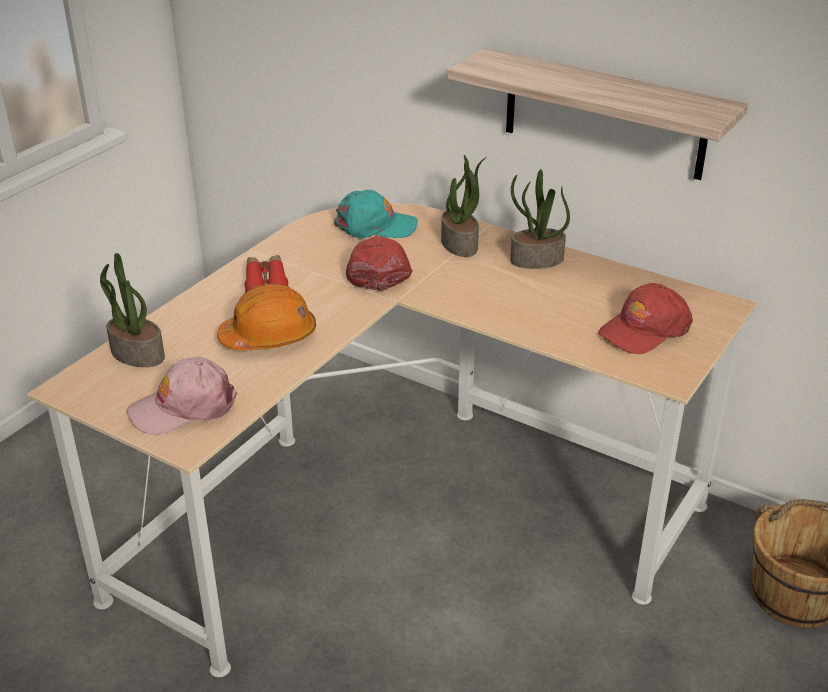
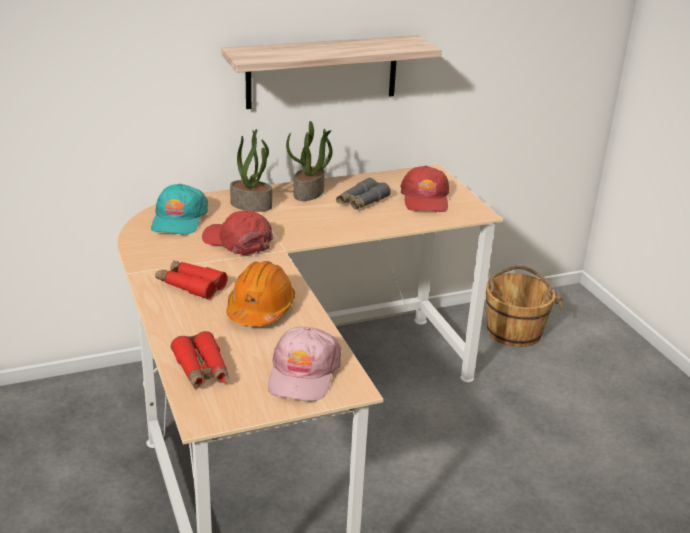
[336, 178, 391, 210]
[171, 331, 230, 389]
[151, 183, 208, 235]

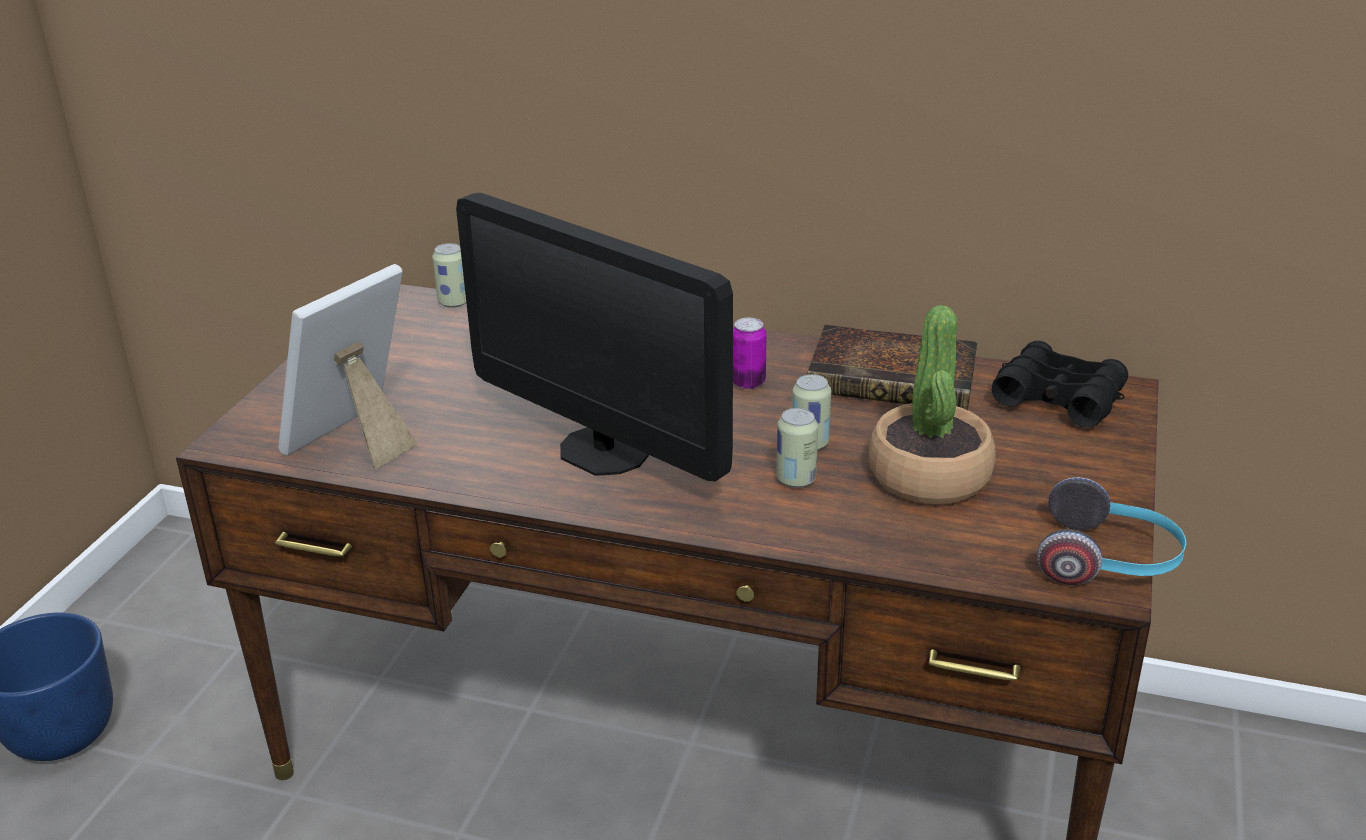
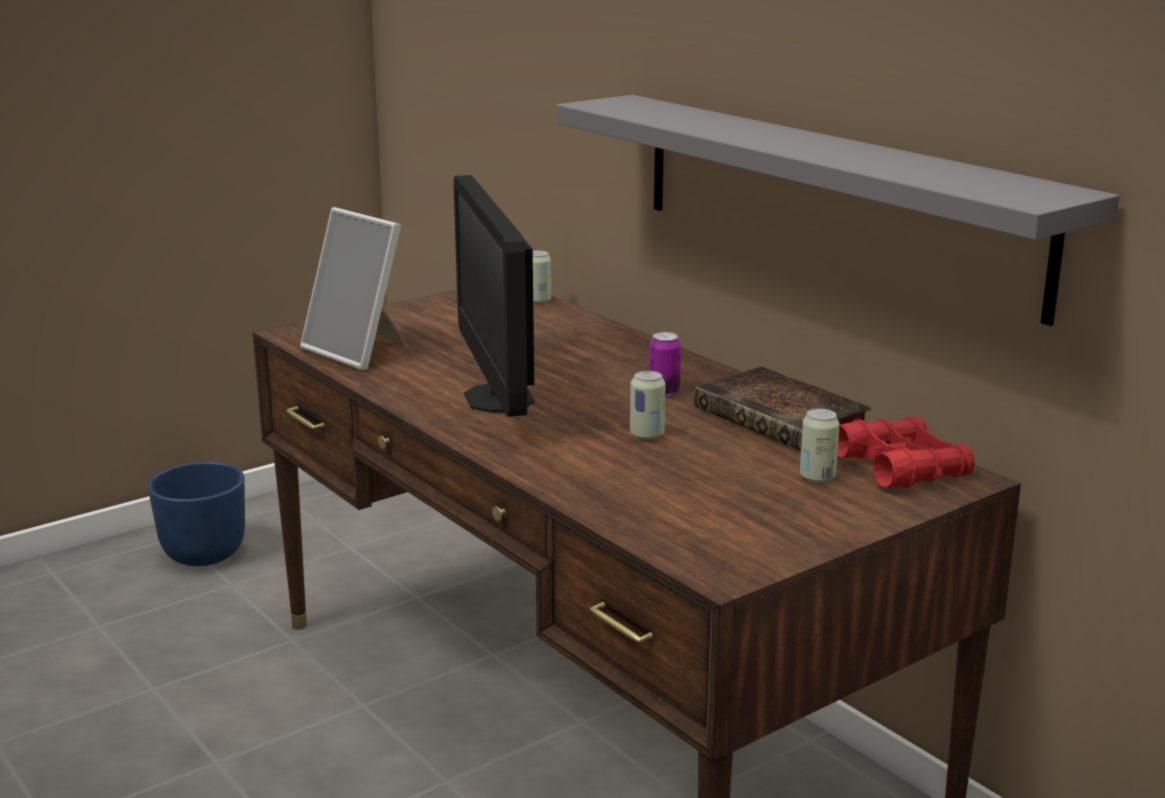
[868, 305, 996, 504] (first image)
[1037, 477, 1187, 585] (first image)
[556, 95, 1119, 326]
[800, 408, 840, 483]
[837, 416, 975, 488]
[300, 207, 407, 370]

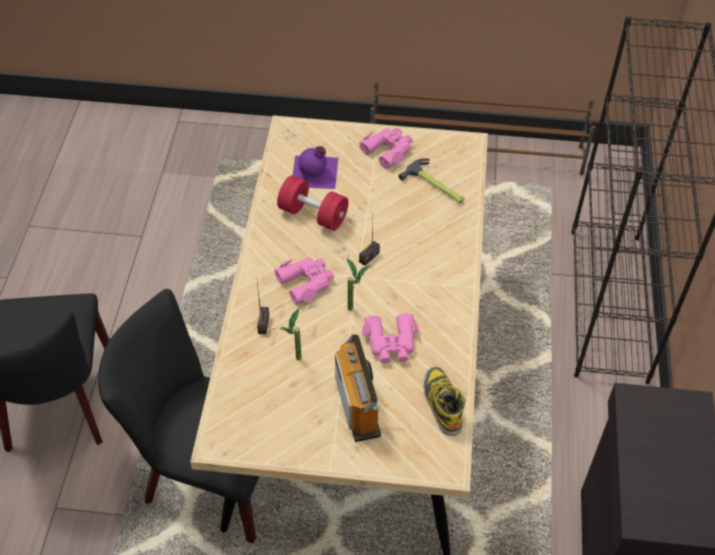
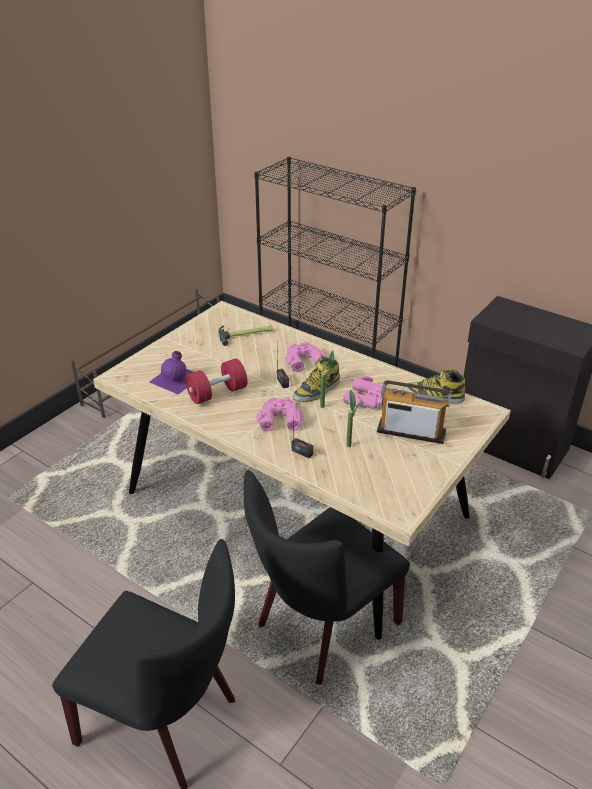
[293, 357, 340, 402]
[285, 342, 327, 372]

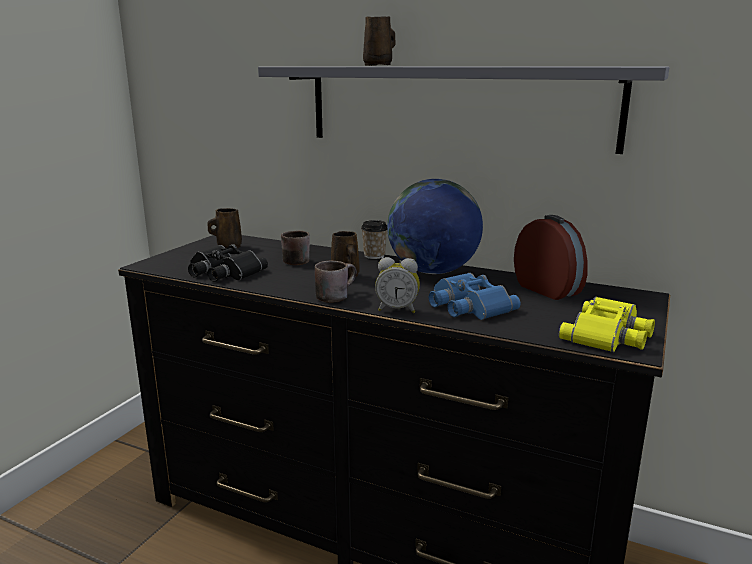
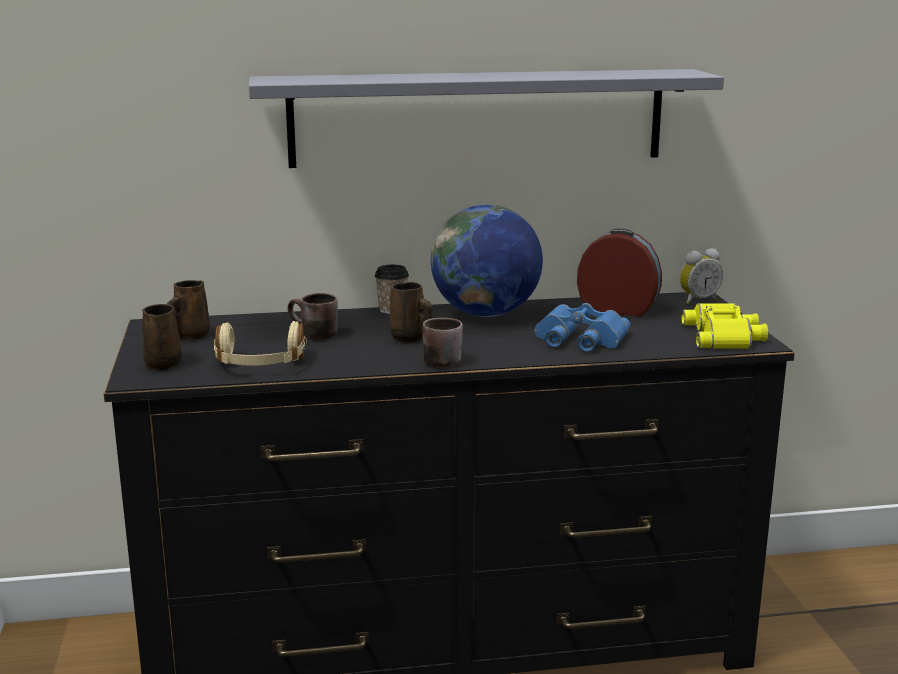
[142, 304, 182, 370]
[680, 248, 723, 304]
[214, 321, 307, 366]

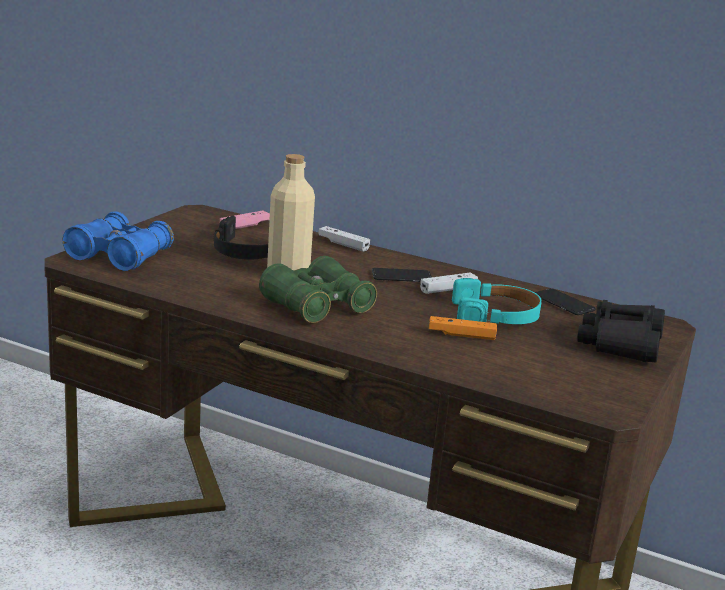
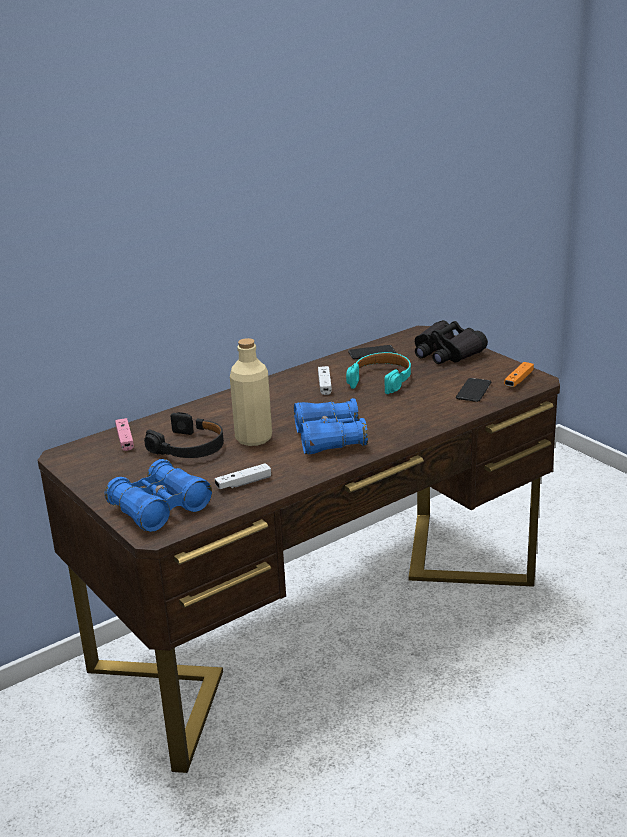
[215, 463, 271, 489]
[456, 378, 491, 402]
[504, 362, 534, 387]
[294, 398, 368, 455]

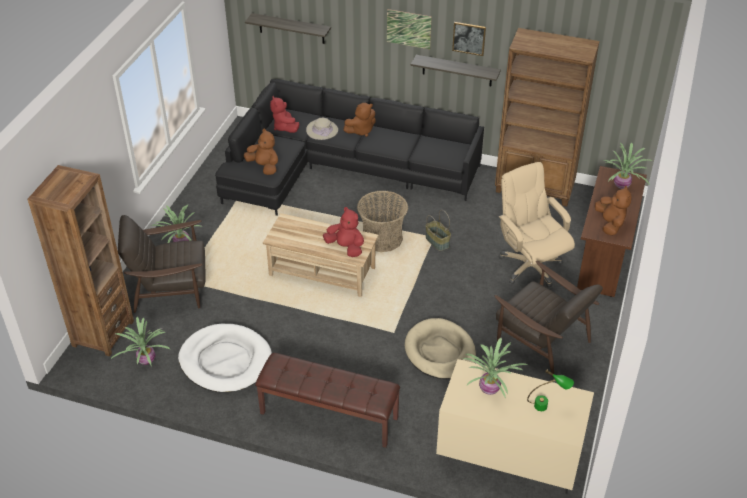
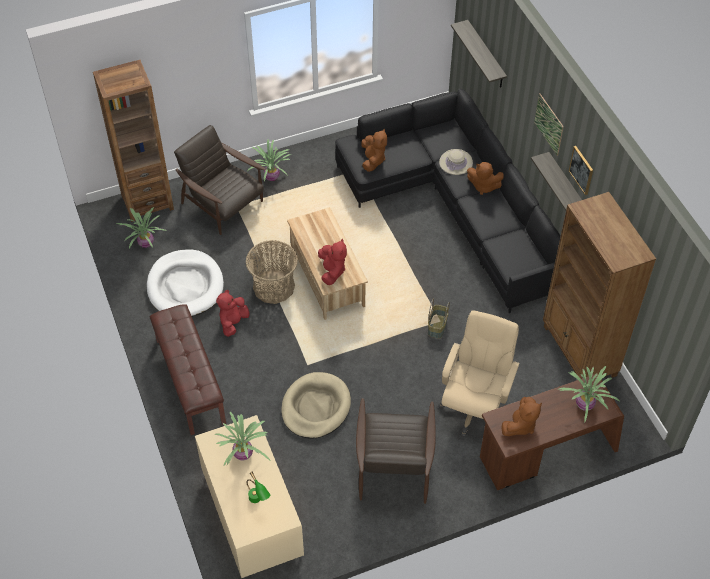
[216, 290, 249, 337]
[245, 240, 298, 304]

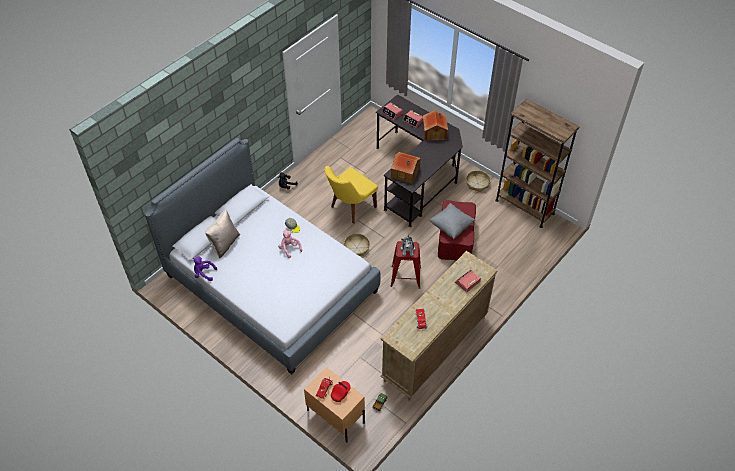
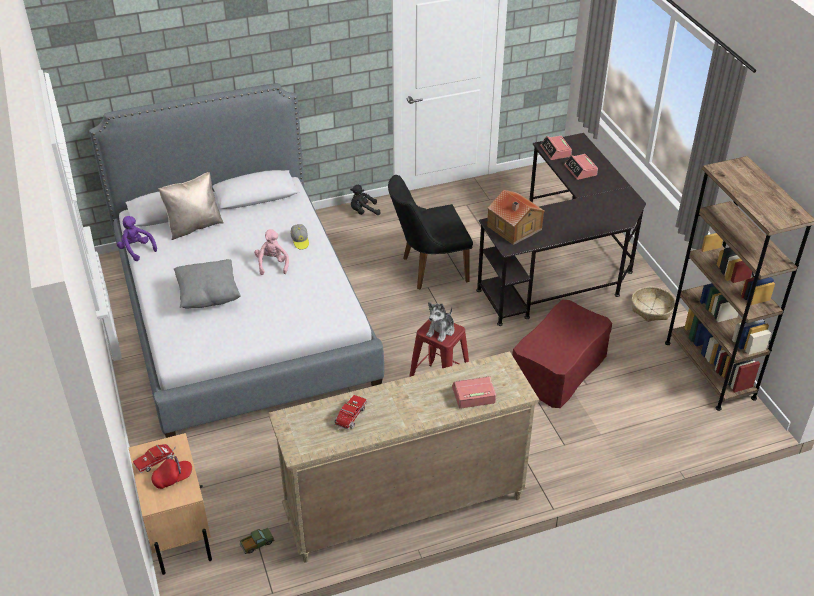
[344, 233, 370, 256] (first image)
[423, 110, 448, 141] (first image)
[174, 259, 241, 308]
[388, 175, 473, 290]

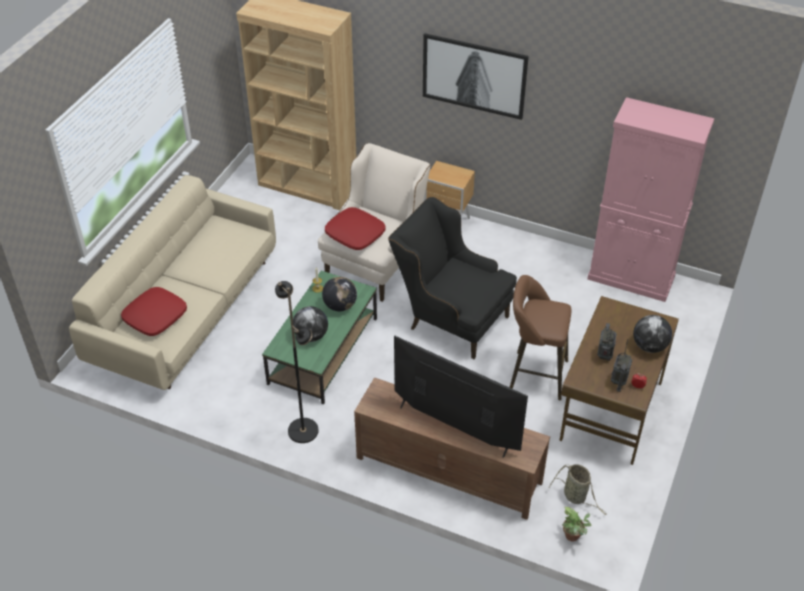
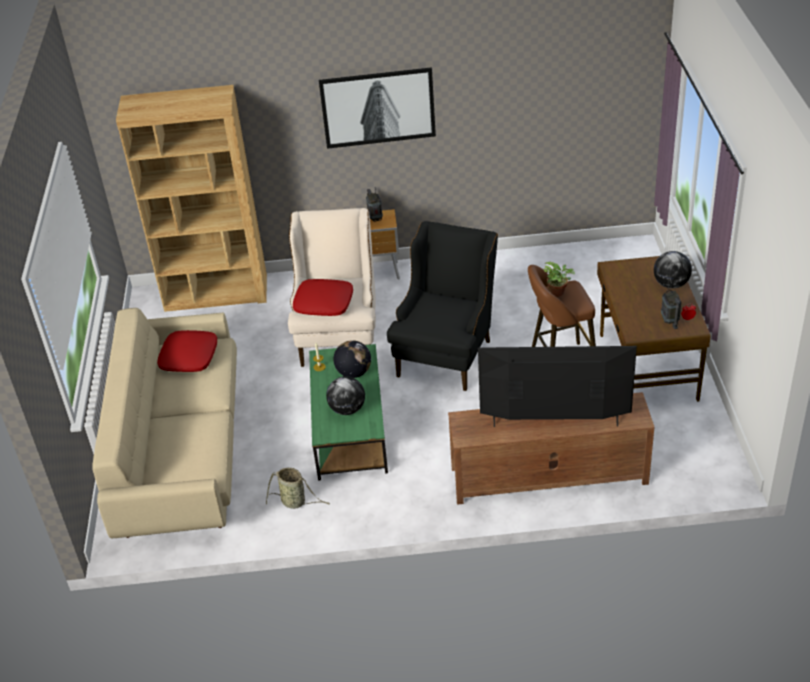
[275, 281, 319, 443] (first image)
[587, 97, 714, 302] (first image)
[157, 330, 217, 372]
[266, 468, 330, 509]
[543, 262, 575, 297]
[366, 188, 383, 222]
[387, 221, 498, 391]

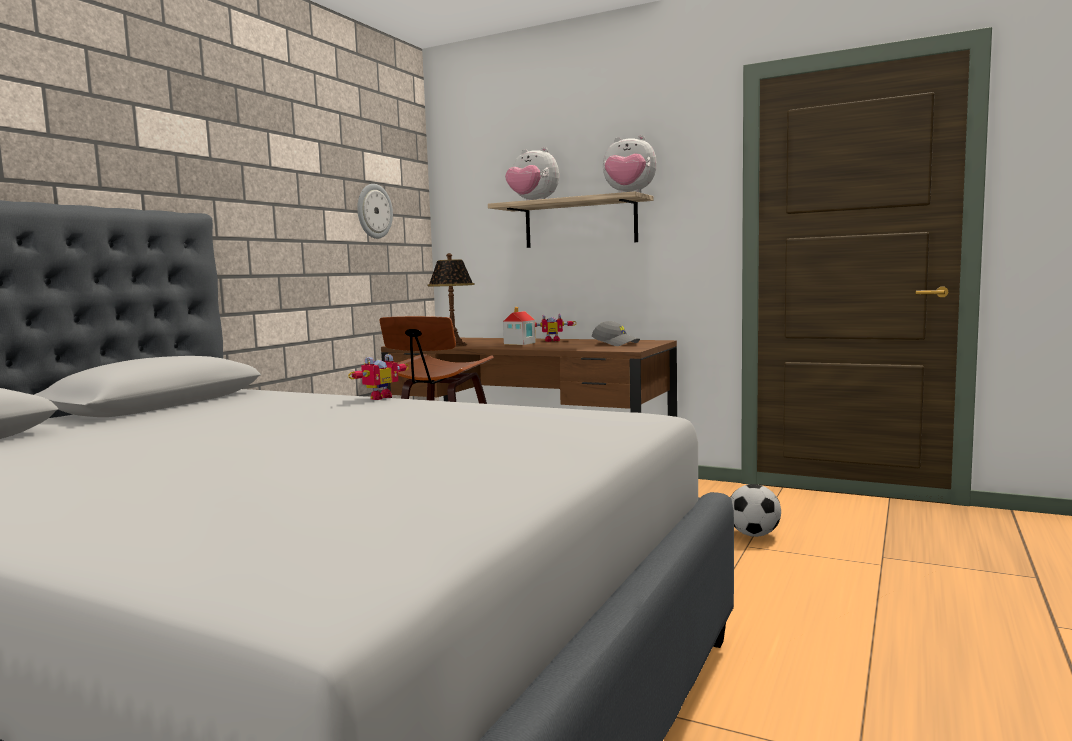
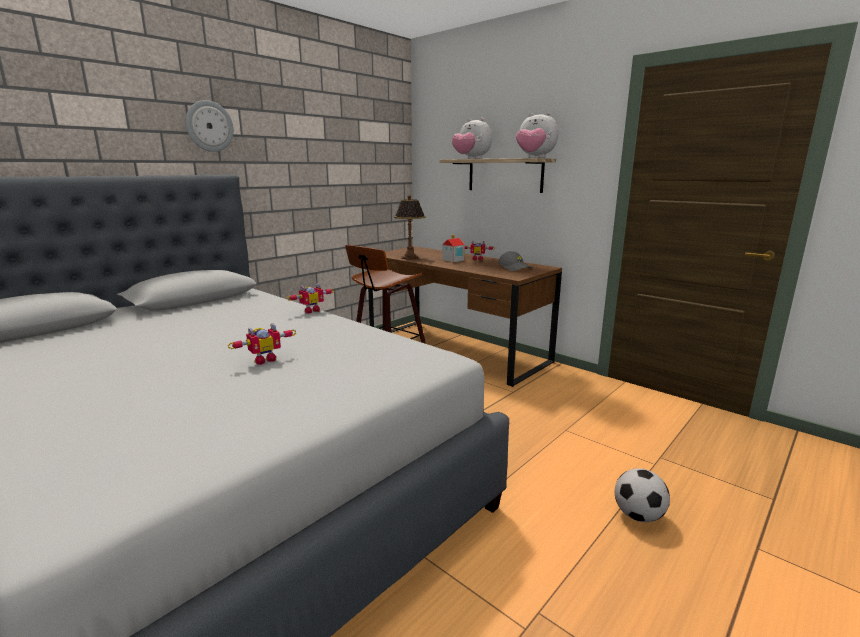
[228, 323, 296, 365]
[185, 100, 234, 152]
[615, 468, 670, 522]

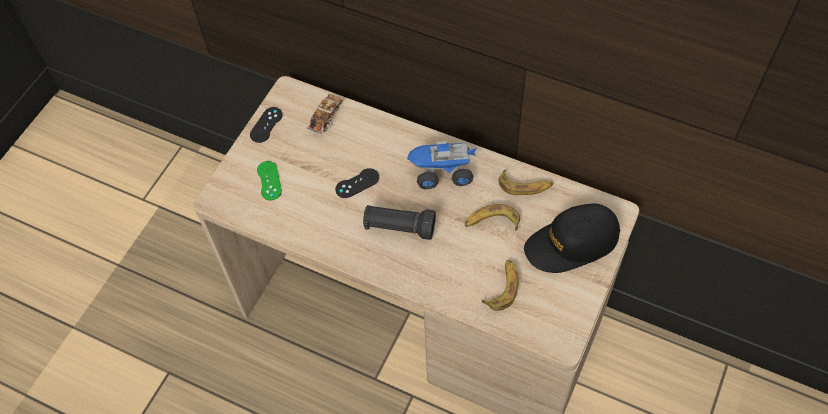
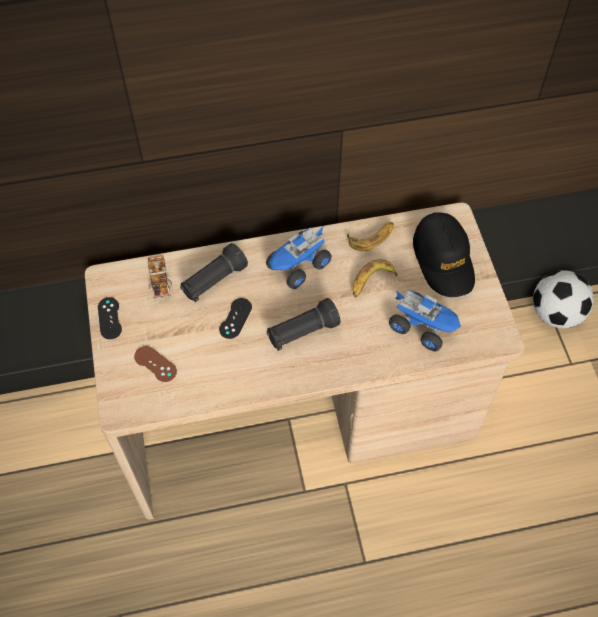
[180, 243, 248, 302]
[533, 270, 594, 328]
[389, 290, 461, 352]
[134, 346, 177, 382]
[413, 212, 475, 297]

